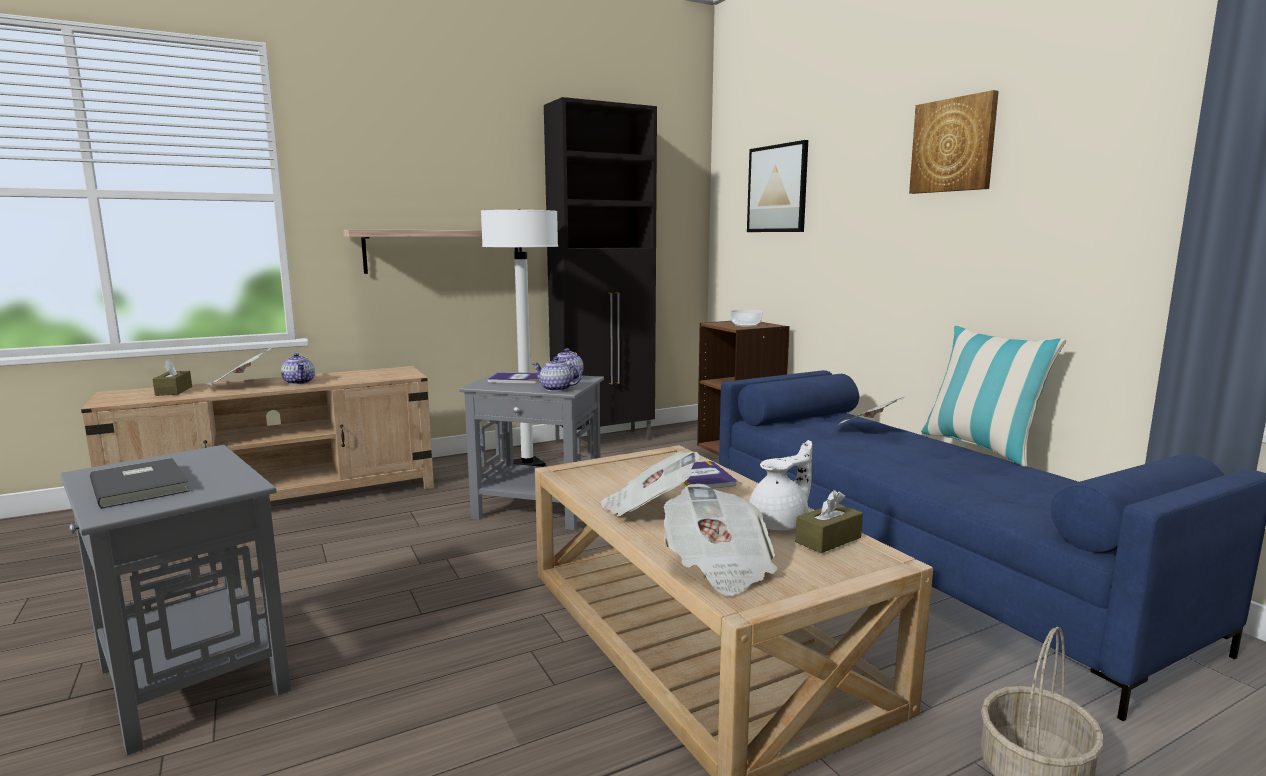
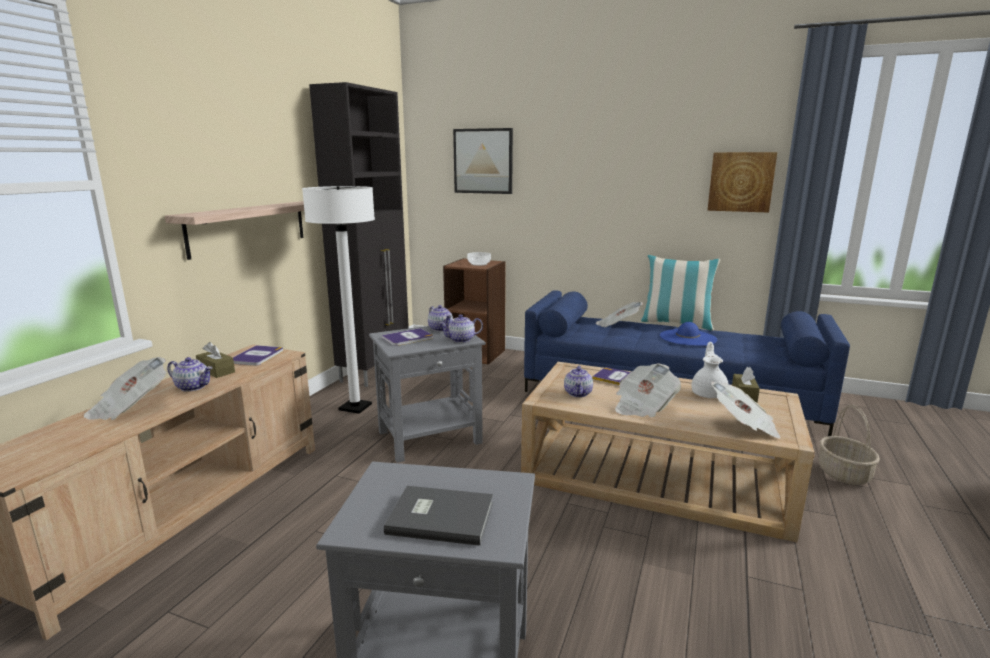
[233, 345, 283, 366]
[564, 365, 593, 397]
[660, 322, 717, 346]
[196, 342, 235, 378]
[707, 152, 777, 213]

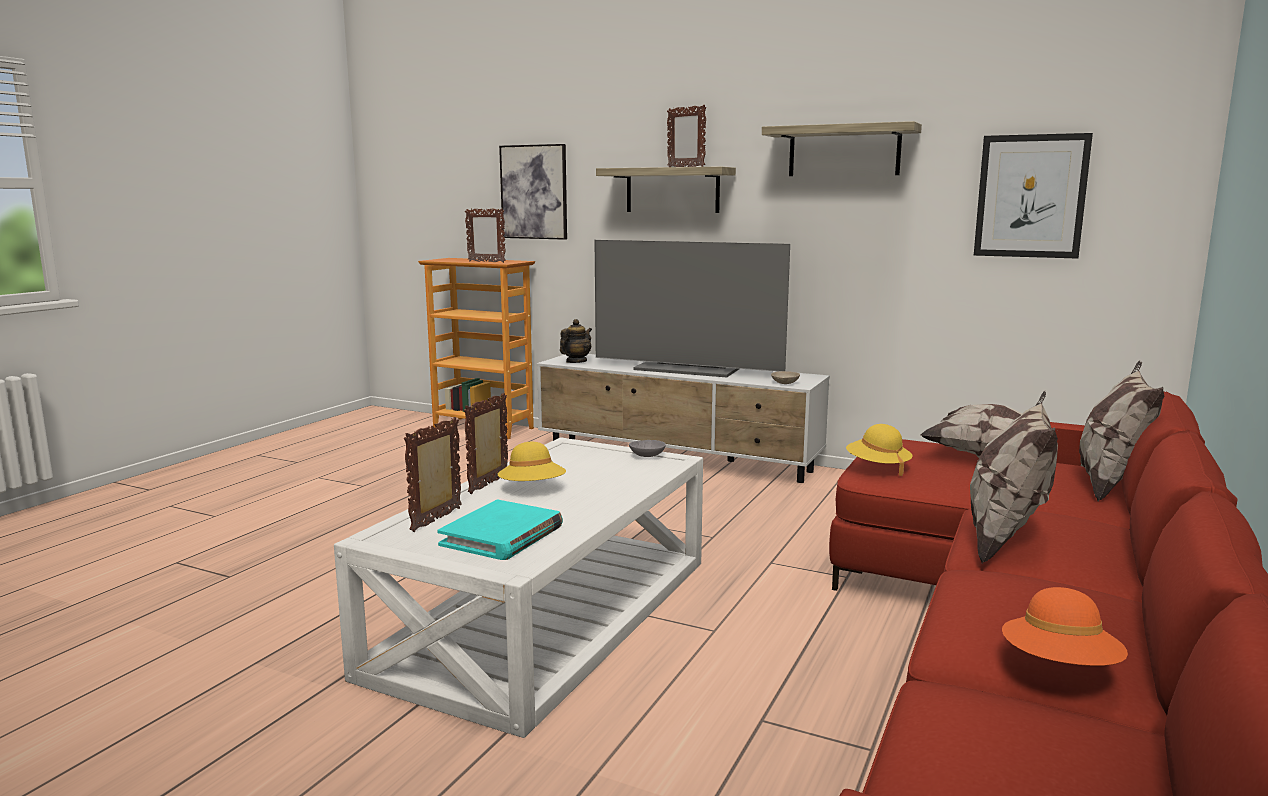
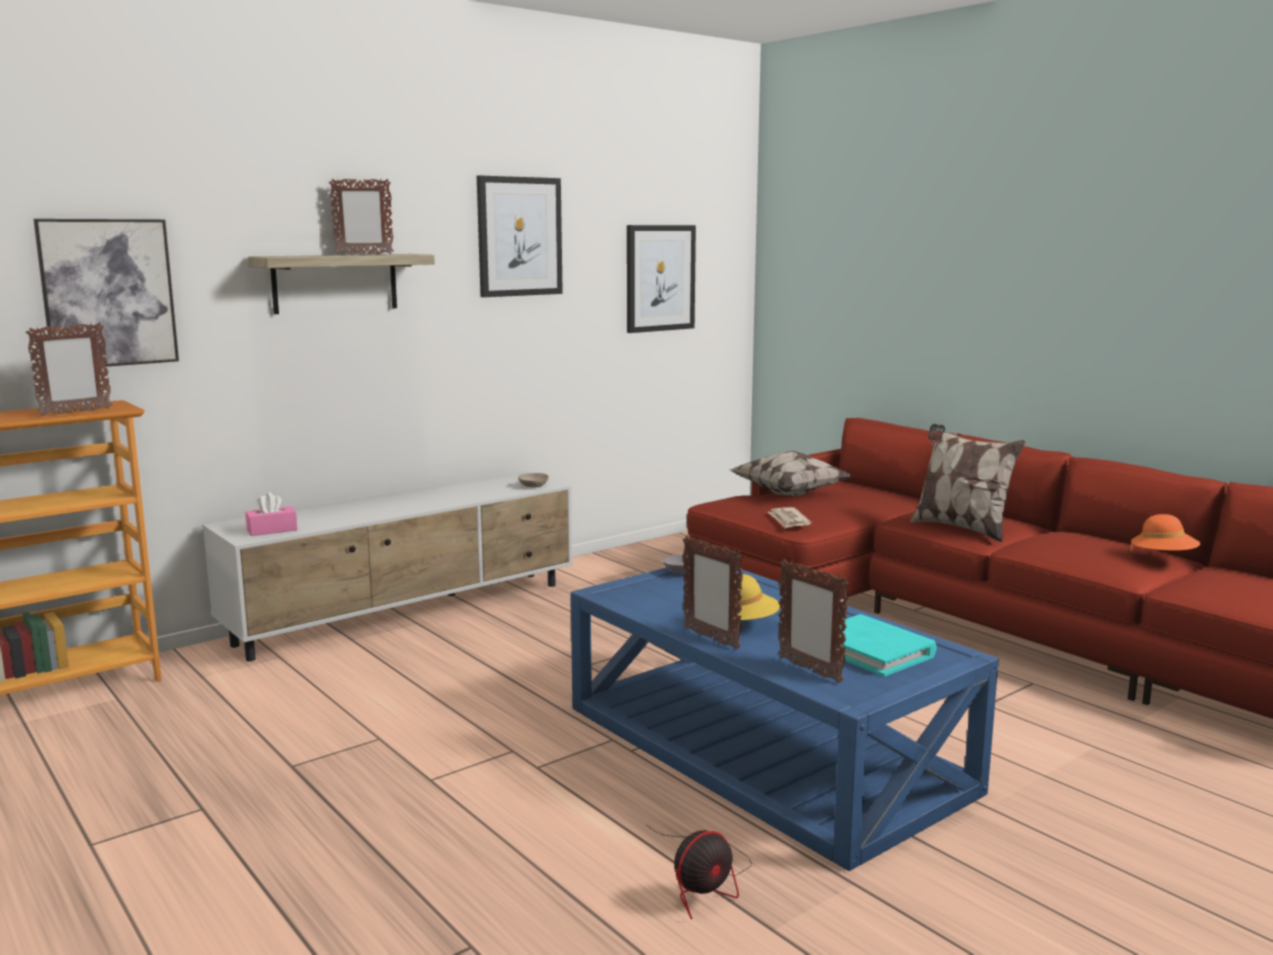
[595, 240, 790, 378] (first image)
[1079, 360, 1164, 501] (first image)
[647, 825, 752, 920]
[245, 492, 297, 536]
[477, 176, 563, 297]
[768, 507, 812, 529]
[571, 567, 999, 871]

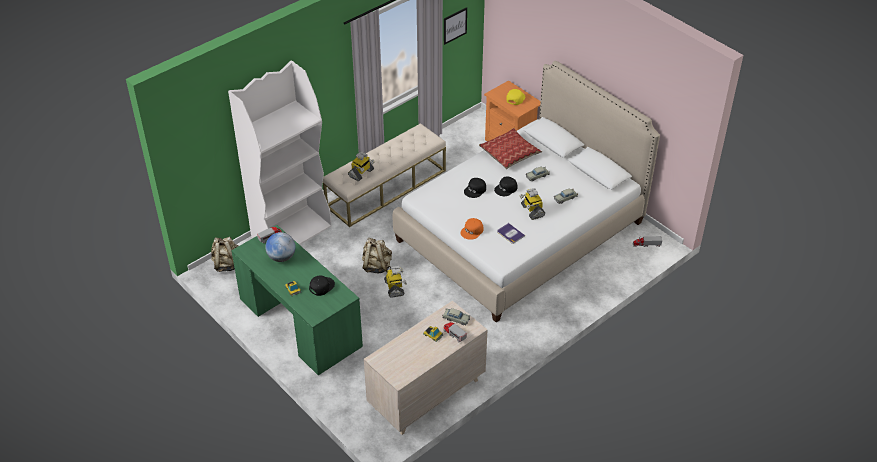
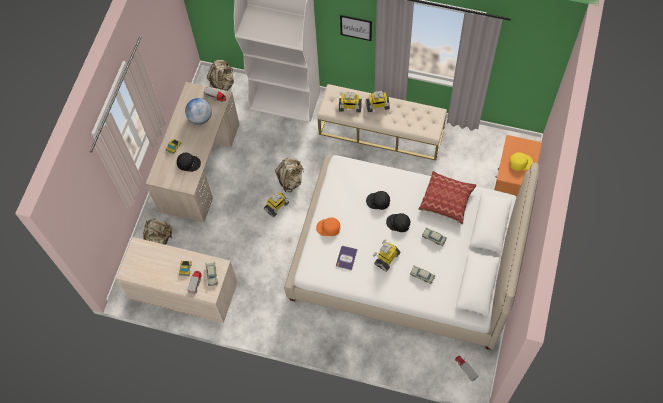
[143, 218, 173, 245]
[366, 91, 390, 112]
[340, 15, 372, 41]
[146, 82, 240, 223]

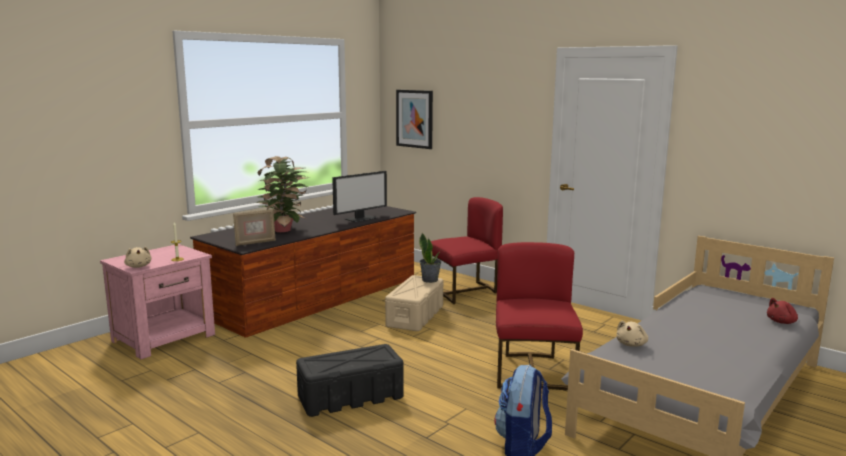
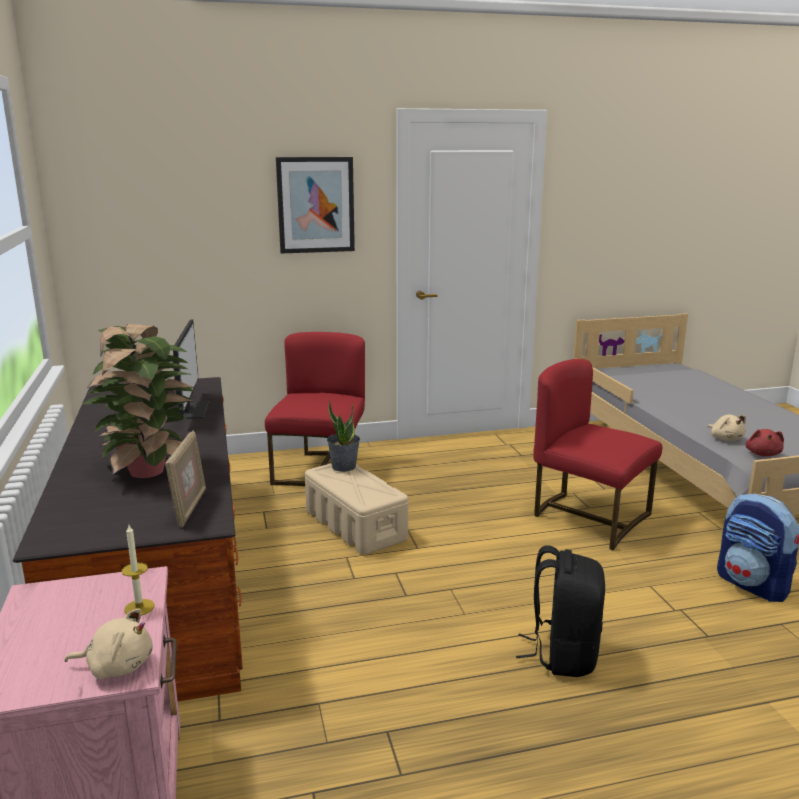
[276, 157, 355, 254]
[746, 429, 784, 457]
[516, 545, 605, 677]

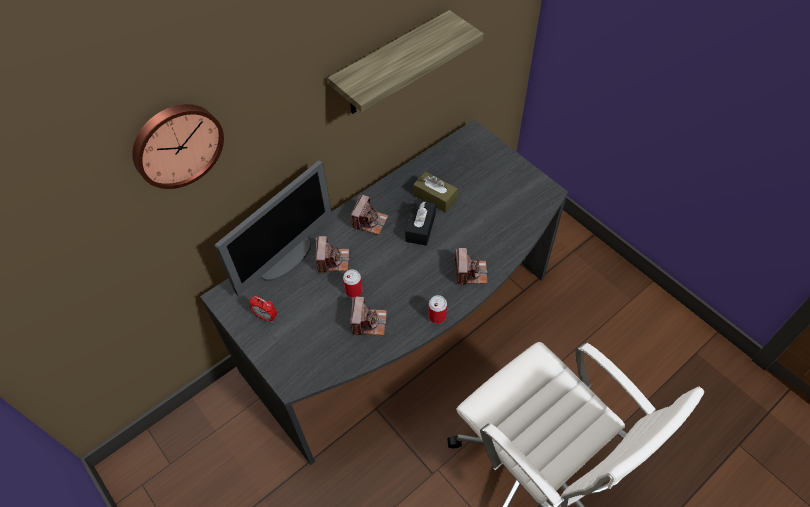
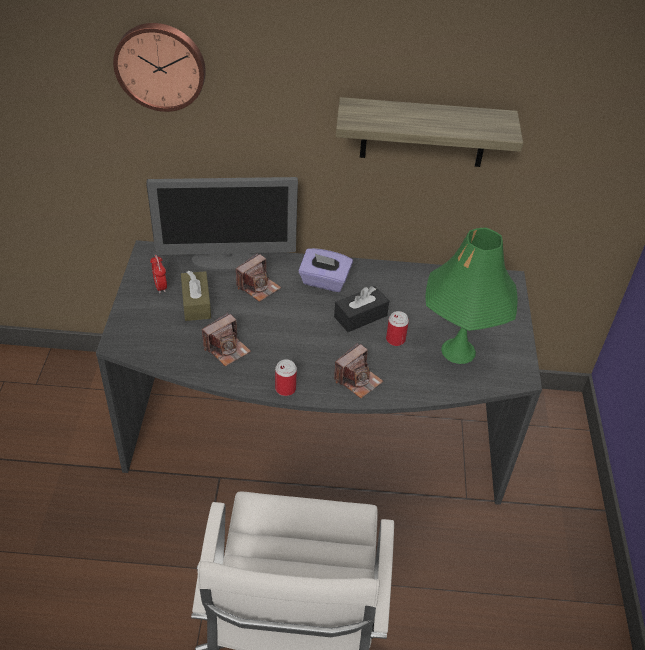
[425, 228, 517, 364]
[386, 311, 409, 346]
[181, 271, 211, 321]
[299, 248, 353, 292]

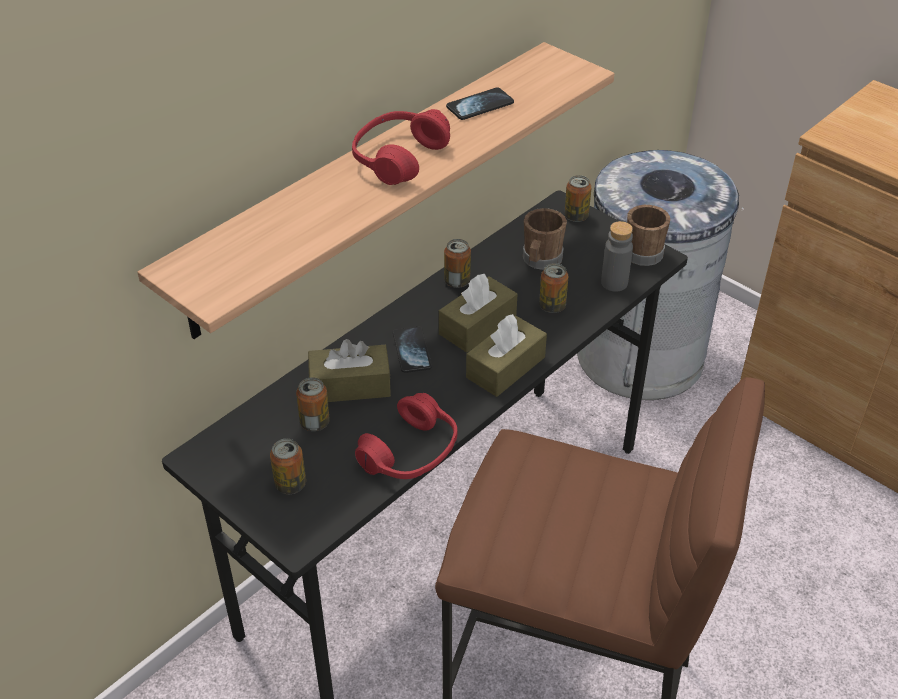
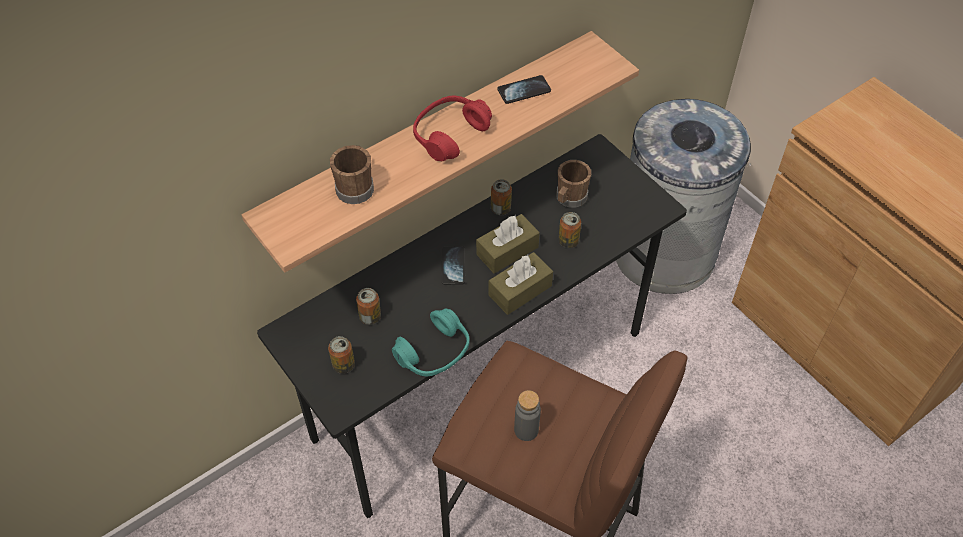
[308, 339, 391, 402] (first image)
[564, 175, 592, 222] (first image)
[514, 390, 541, 441]
[330, 145, 374, 204]
[392, 308, 470, 376]

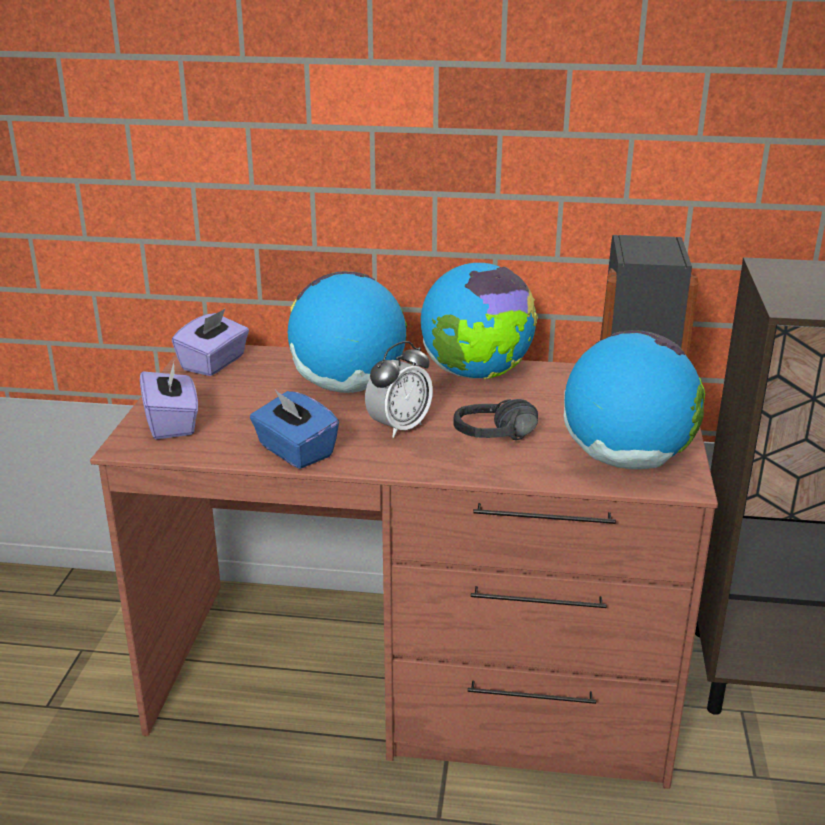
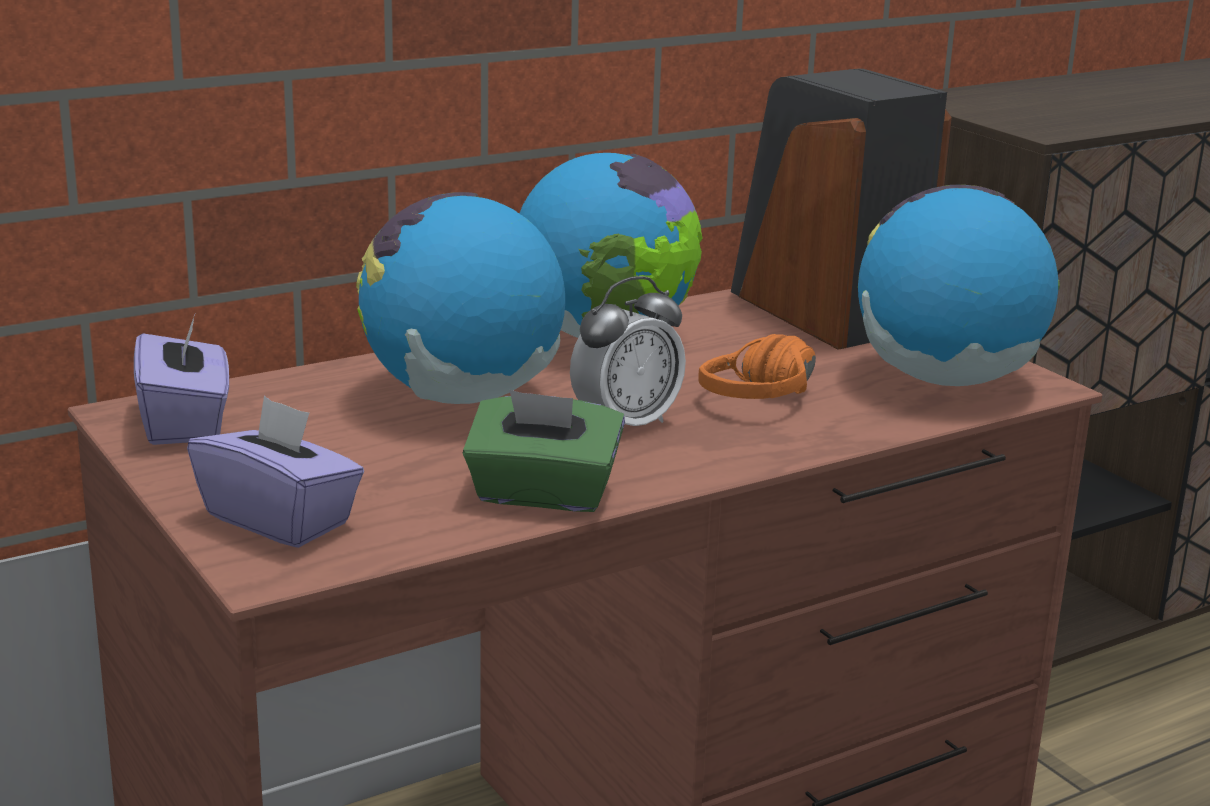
[463, 390, 625, 512]
[698, 334, 816, 399]
[570, 276, 686, 426]

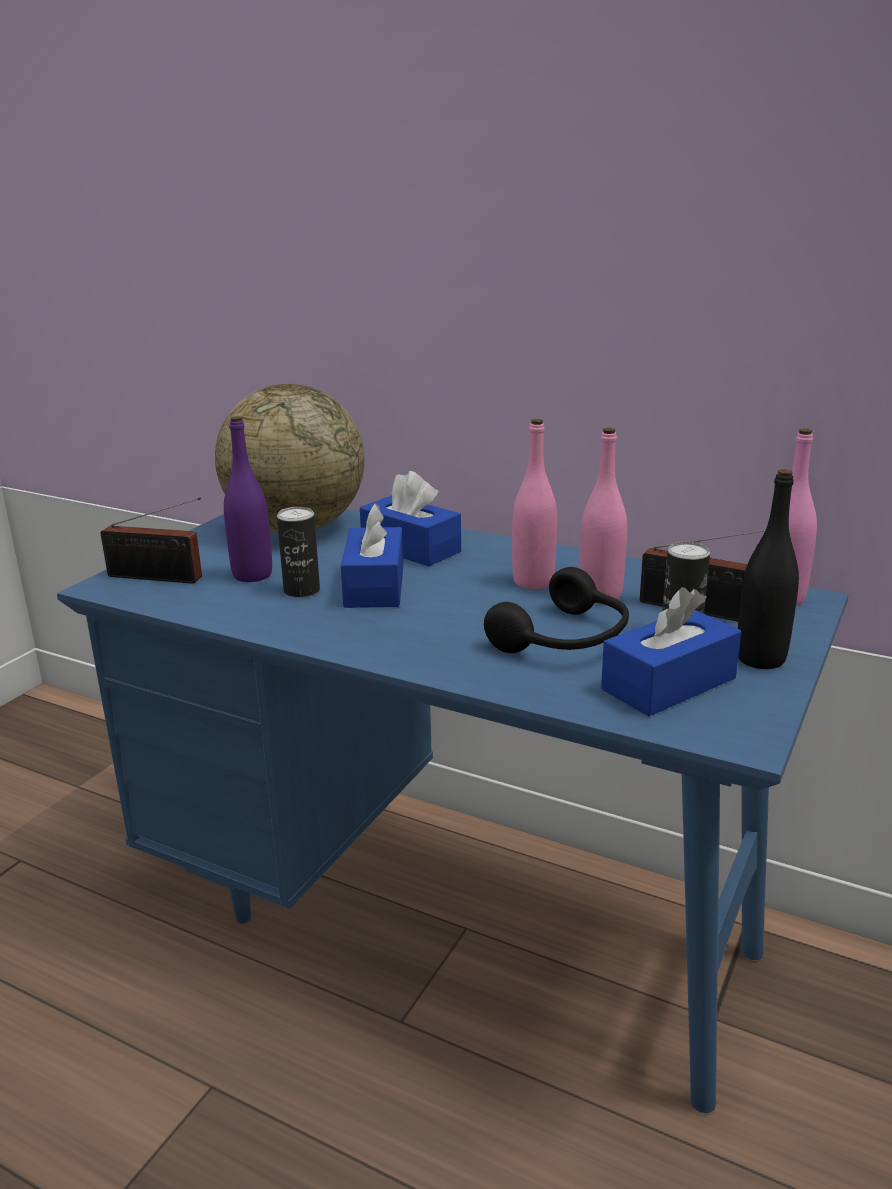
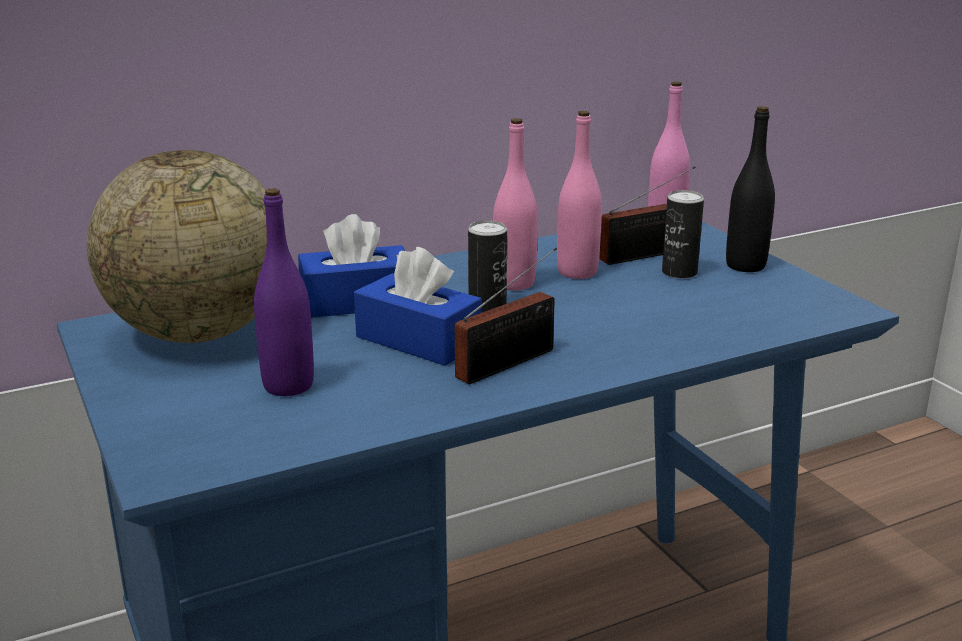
[484, 567, 629, 653] (first image)
[601, 587, 741, 716] (first image)
[455, 247, 557, 384]
[468, 221, 507, 312]

